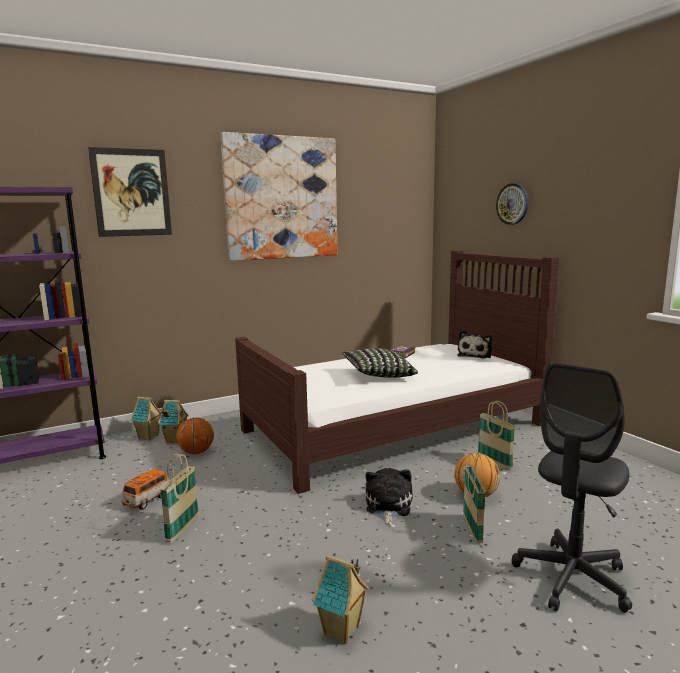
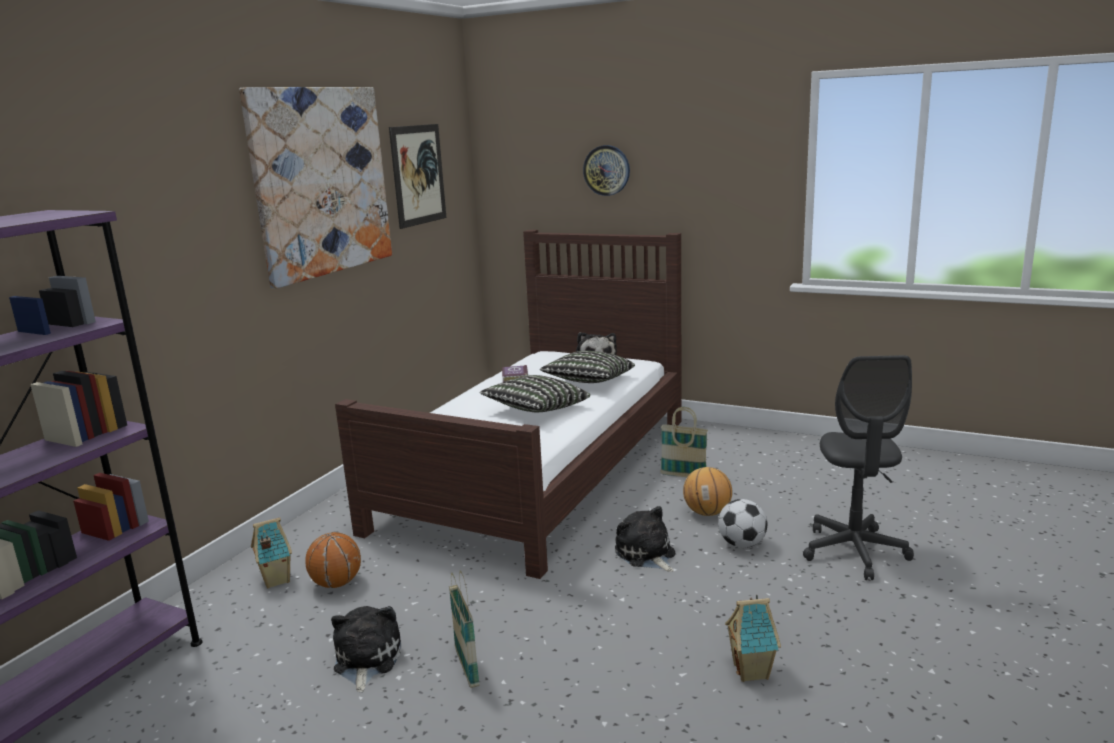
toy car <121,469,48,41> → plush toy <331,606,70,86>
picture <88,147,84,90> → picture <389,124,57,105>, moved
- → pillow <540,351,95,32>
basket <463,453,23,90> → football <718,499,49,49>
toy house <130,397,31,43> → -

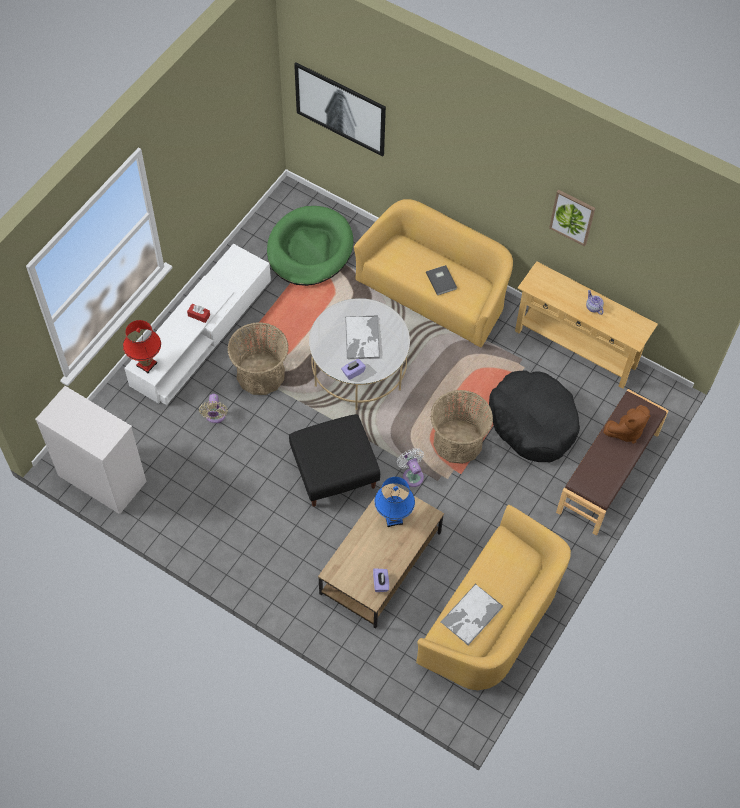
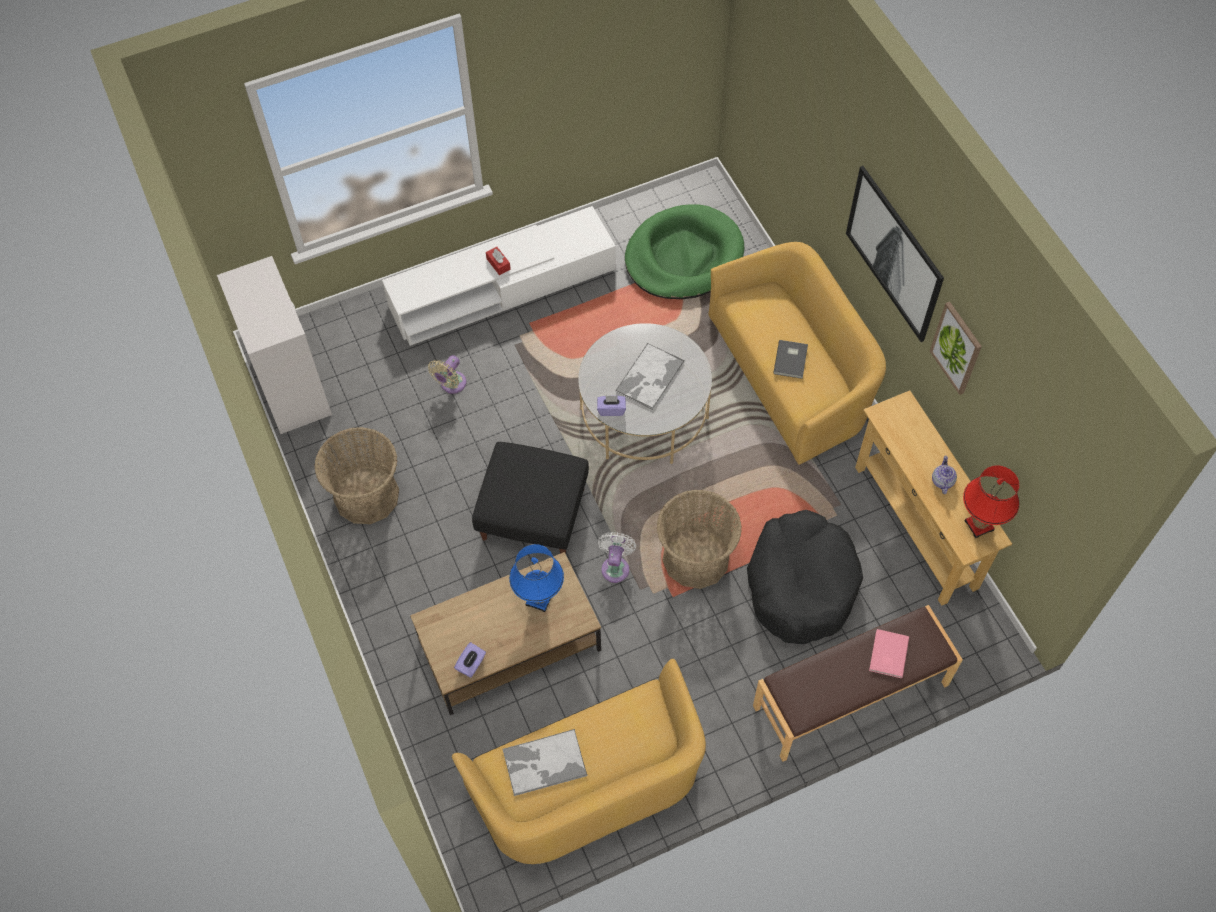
basket <227,322,62,73> → basket <314,427,85,97>, moved
picture <294,62,92,95> → picture <846,166,98,176>, moved
brown plush toy <603,405,48,39> → pink book <869,629,40,49>
red table lamp <123,320,38,53> → red table lamp <963,465,56,73>, moved

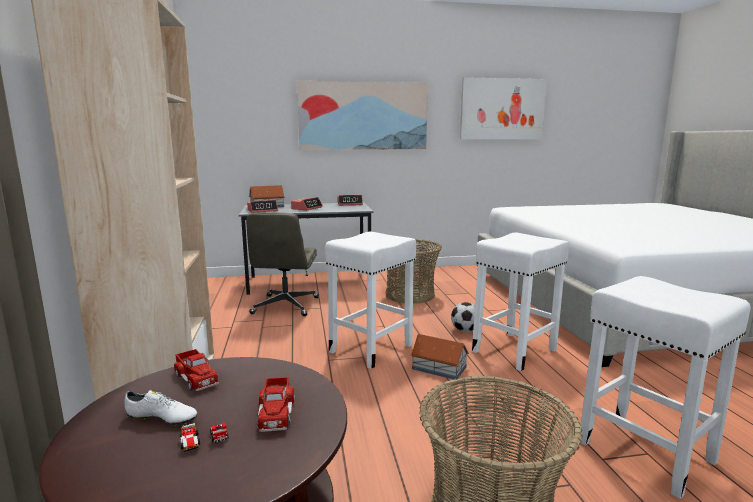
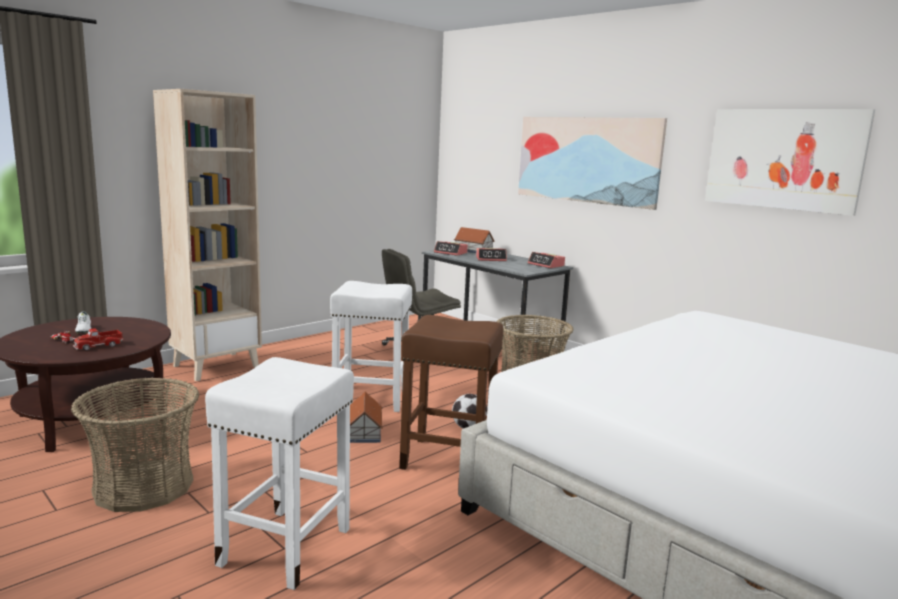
white stool <472,233,97,138> → brown stool <399,315,104,155>
toy truck <174,349,45,42> → -

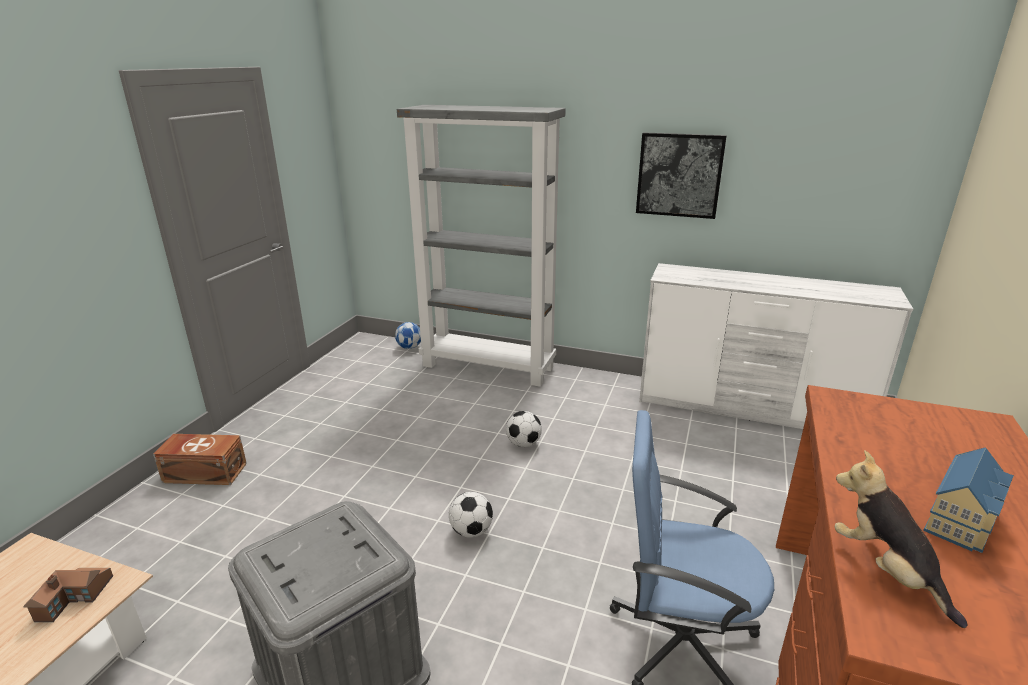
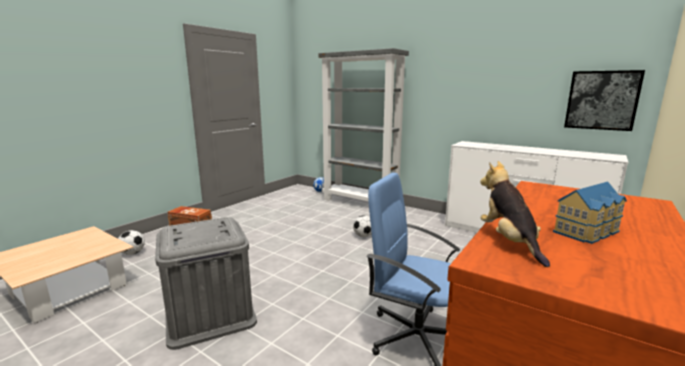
football <449,492,44,46> → football <118,230,27,25>, moved
picture <636,132,91,87> → picture <564,70,81,61>, moved
toy house <23,568,90,54> → -

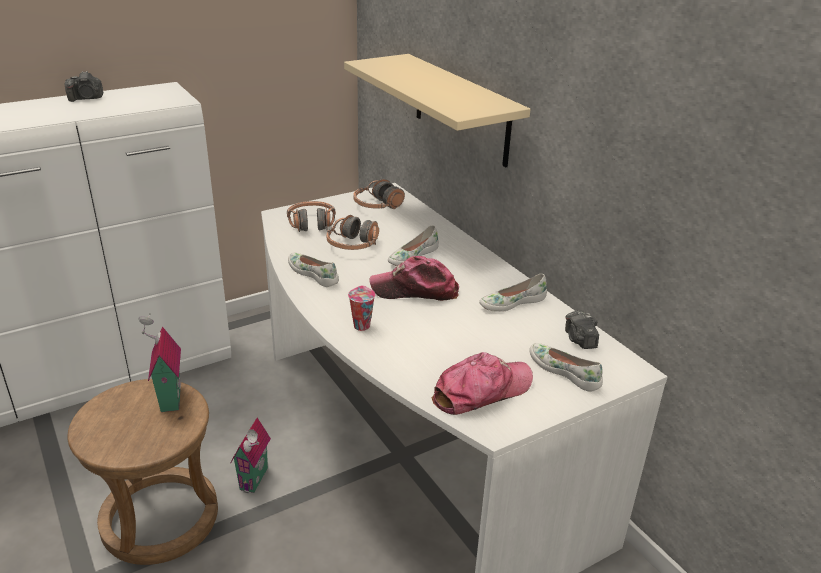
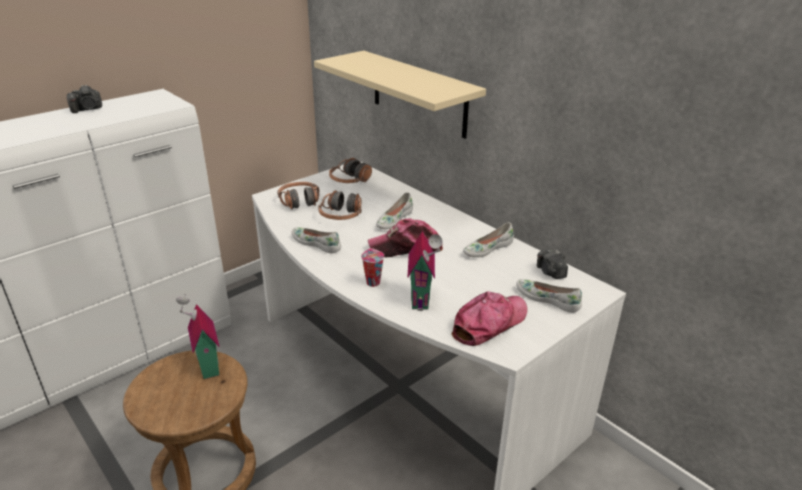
toy house <230,417,41,76> → toy house <407,231,36,80>, moved

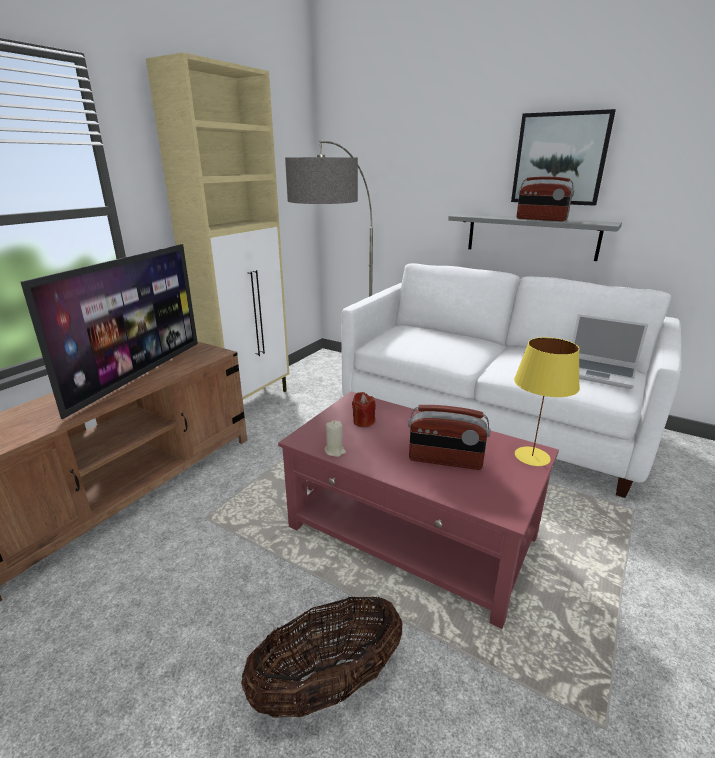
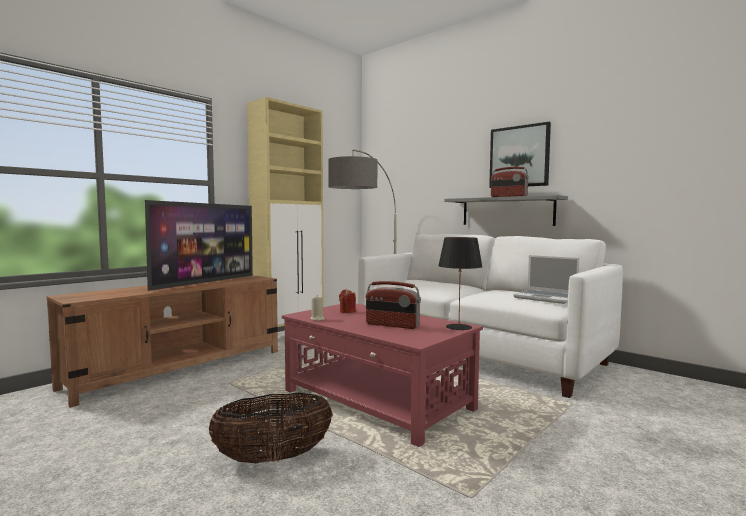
yellow table lamp <514,337,66,129> → black table lamp <438,237,45,93>

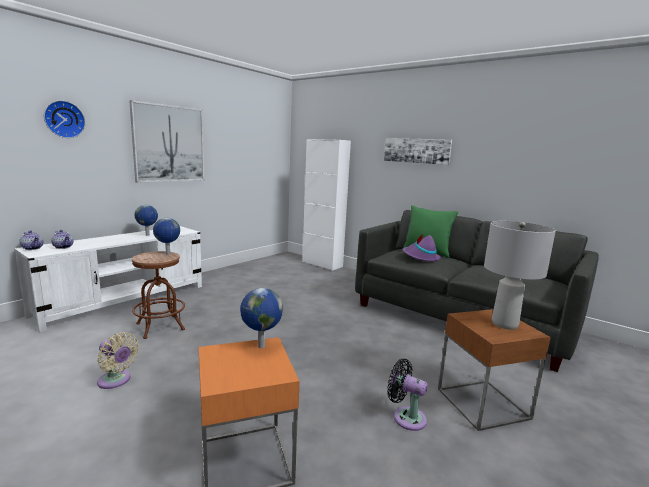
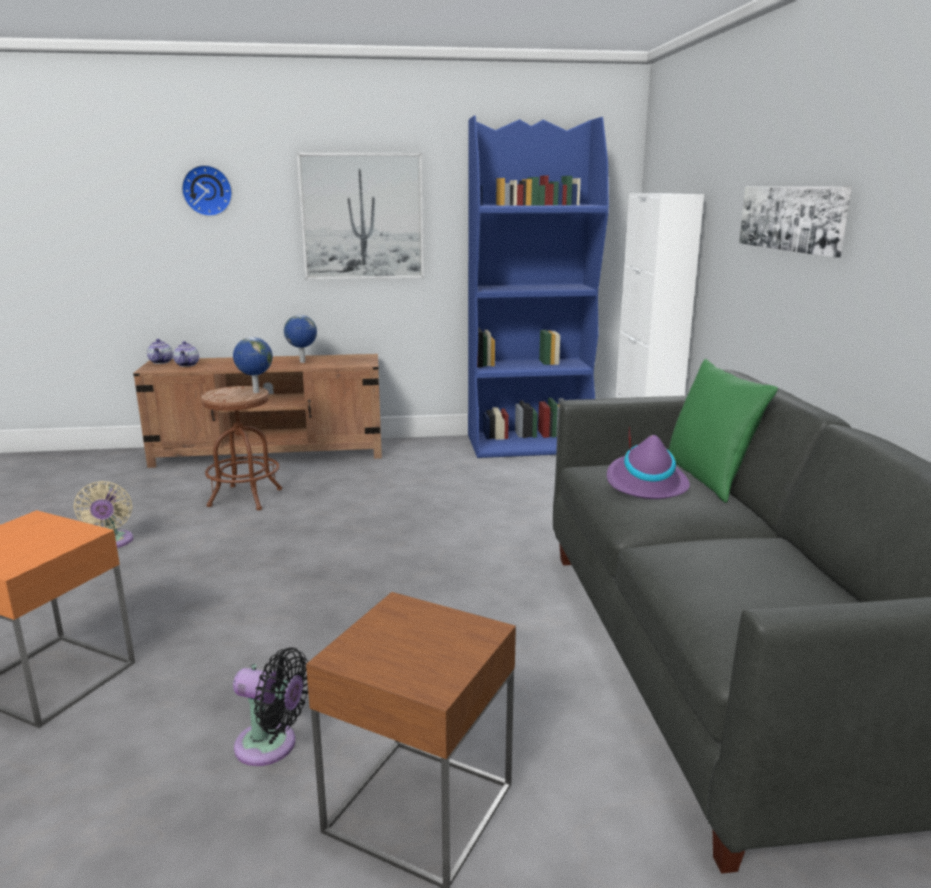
white tv stand <14,226,188,106> → brown tv stand <133,354,249,114>
black fan <387,359,41,72> → black fan <233,648,75,118>, 120 degrees clockwise
- → blue bookcase <468,115,141,343>
globe <240,288,43,60> → -
grey table lamp <484,221,72,109> → -

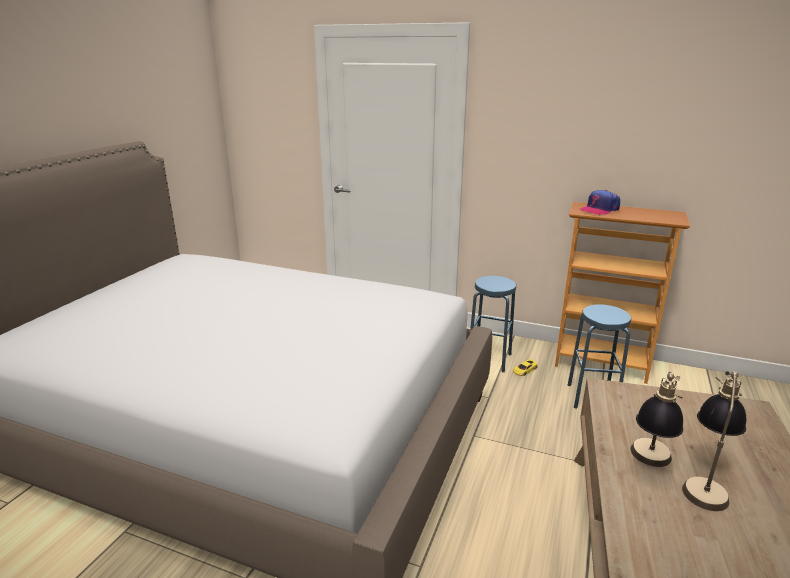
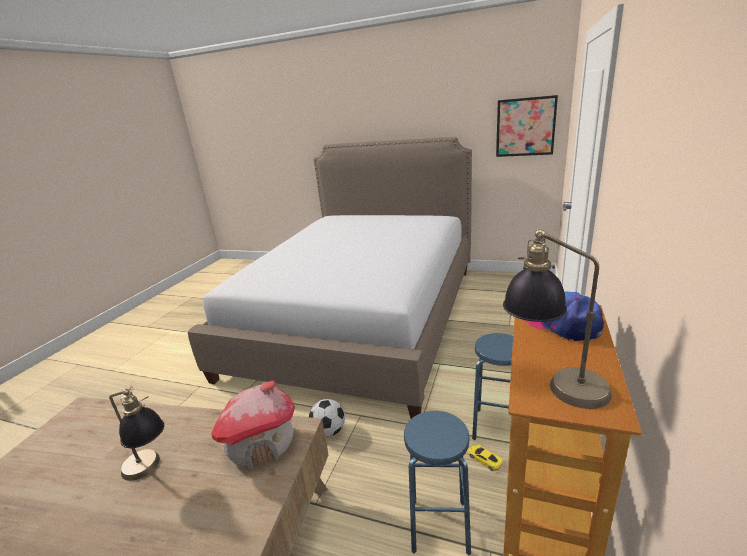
- → toy house <211,381,84,89>
- → football <309,399,36,38>
- → picture <496,95,62,62>
table lamp <631,372,52,95> → table lamp <503,229,109,180>, moved

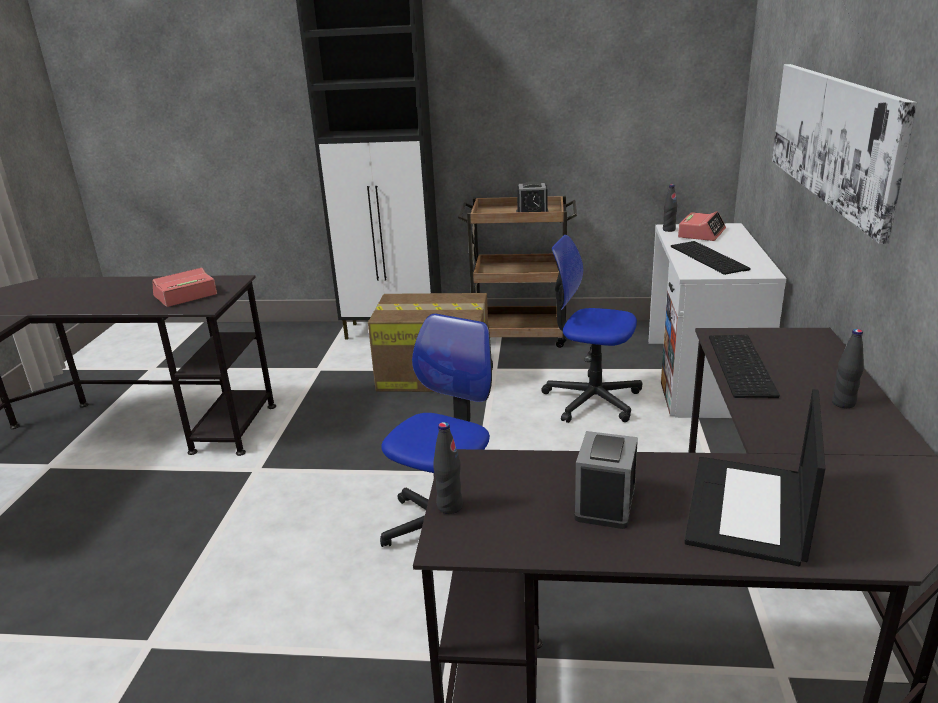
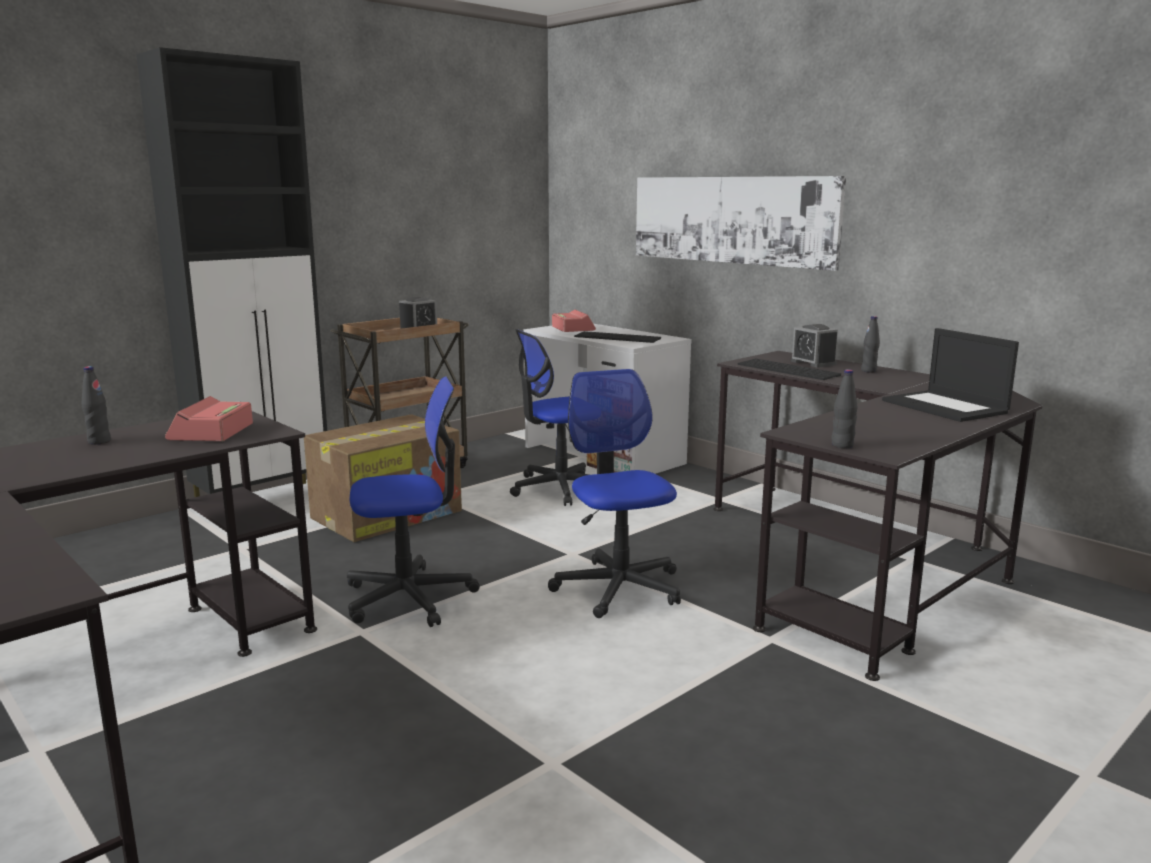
black bottle <663,184,14,48> → black bottle <81,366,30,79>, moved
- → office chair <347,376,133,251>
alarm clock <574,431,64,98> → alarm clock <790,324,48,43>, moved

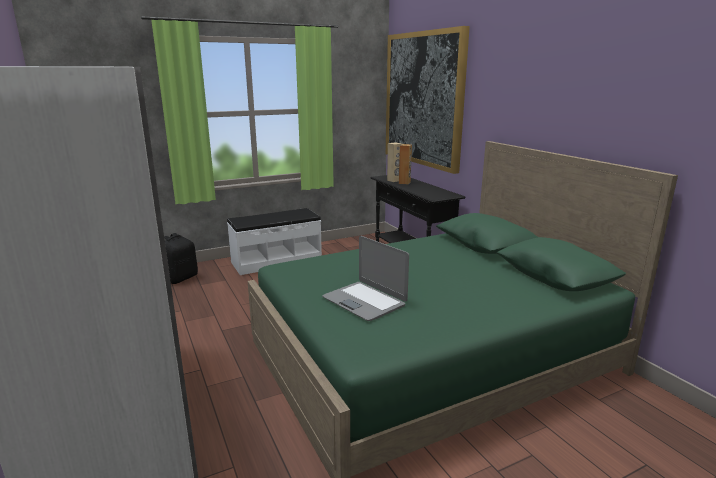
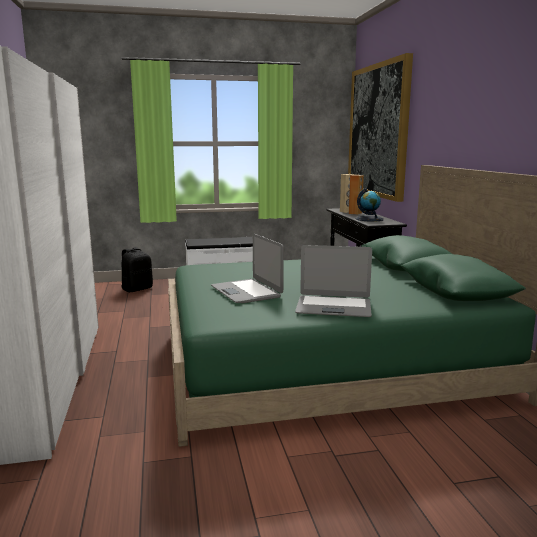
- → laptop <295,245,77,72>
- → globe <356,188,28,34>

